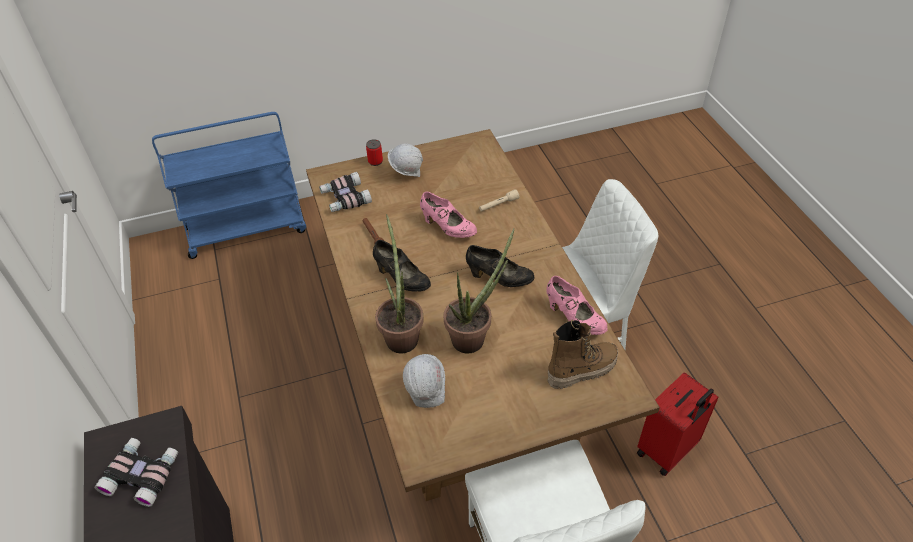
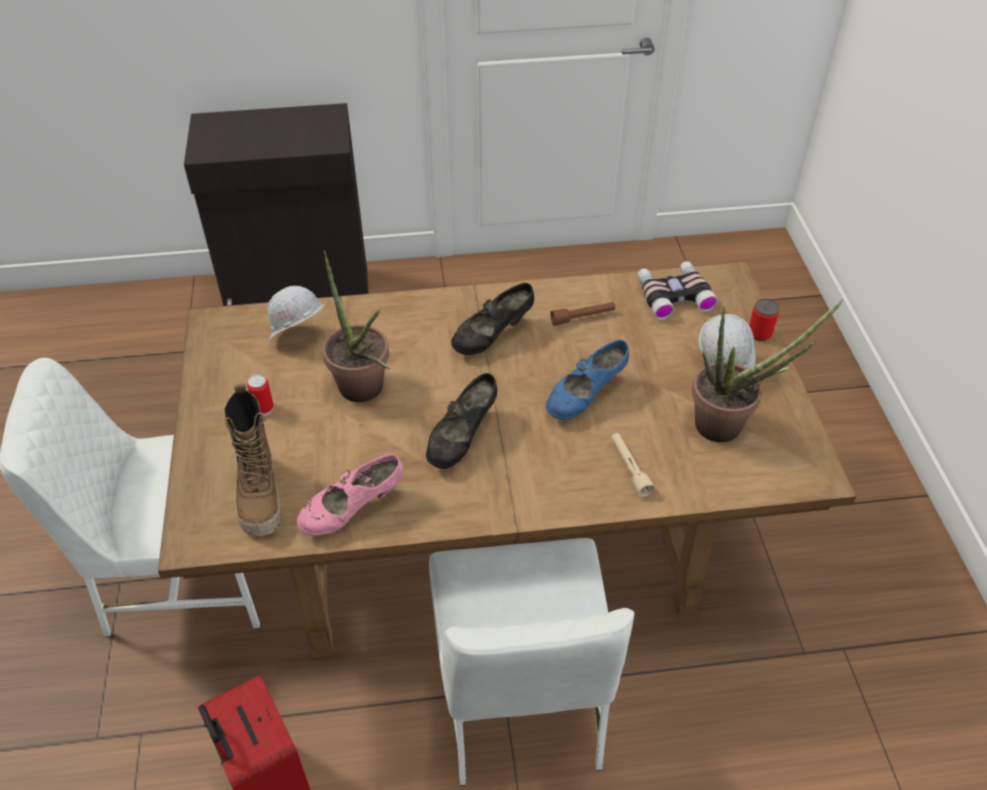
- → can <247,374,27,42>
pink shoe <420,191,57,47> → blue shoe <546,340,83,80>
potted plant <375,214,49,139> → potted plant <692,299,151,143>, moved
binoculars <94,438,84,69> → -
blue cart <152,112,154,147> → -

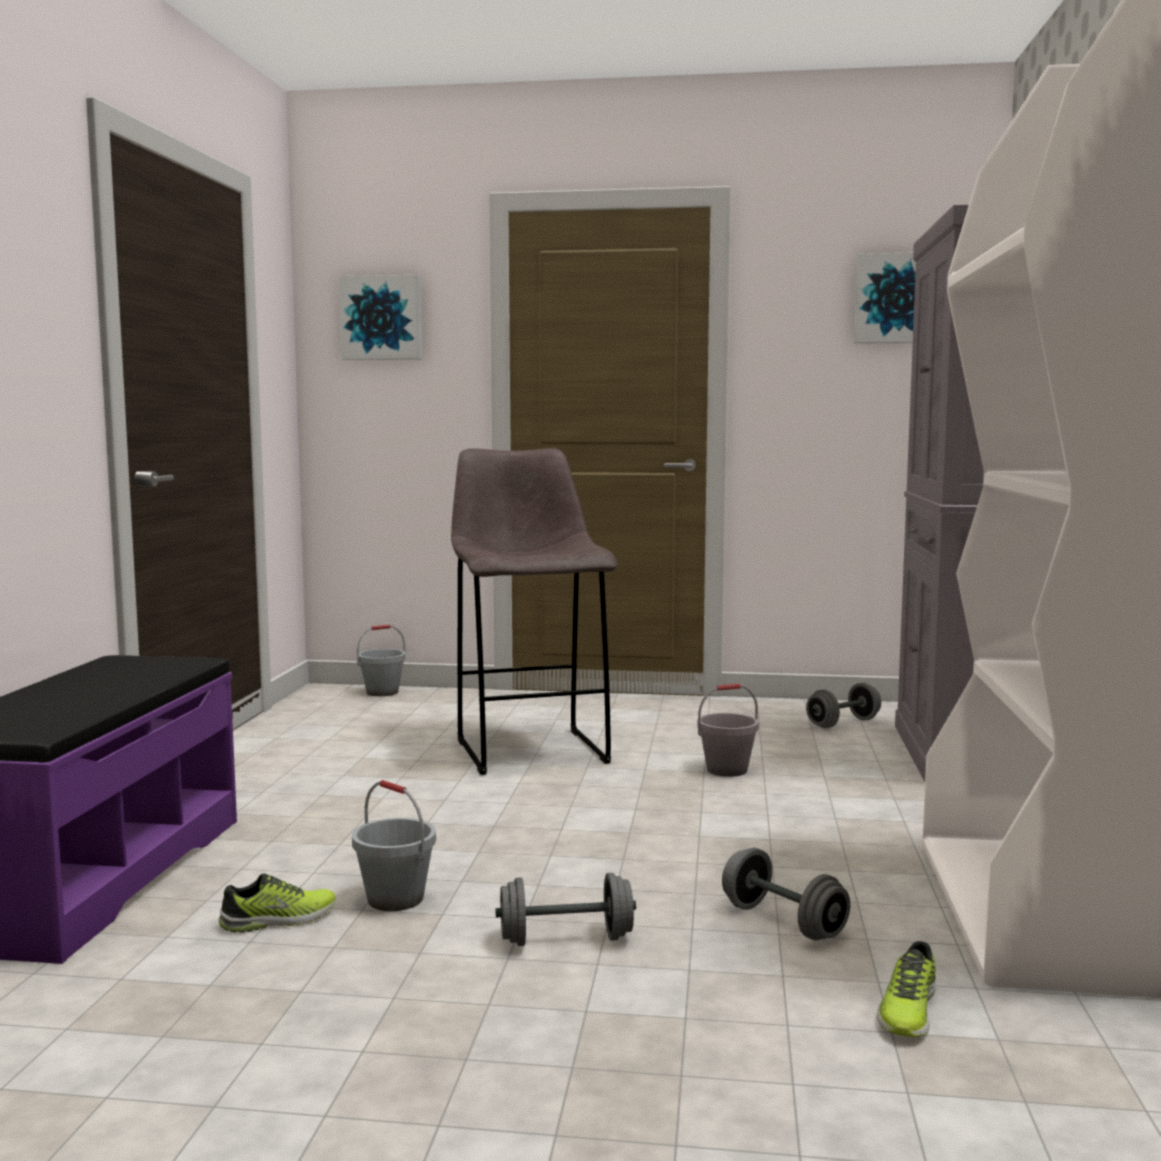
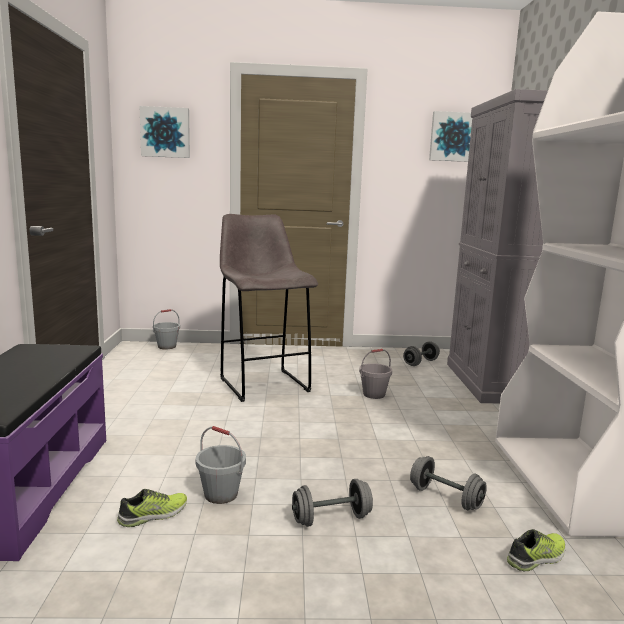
shoe <877,941,59,96> → shoe <507,529,58,43>, 135 degrees counterclockwise

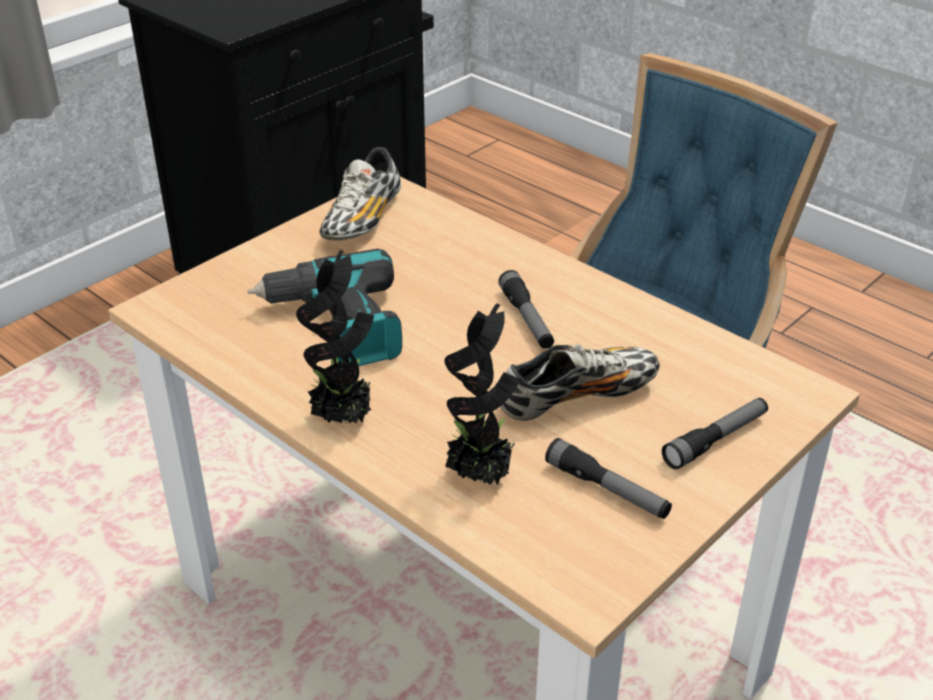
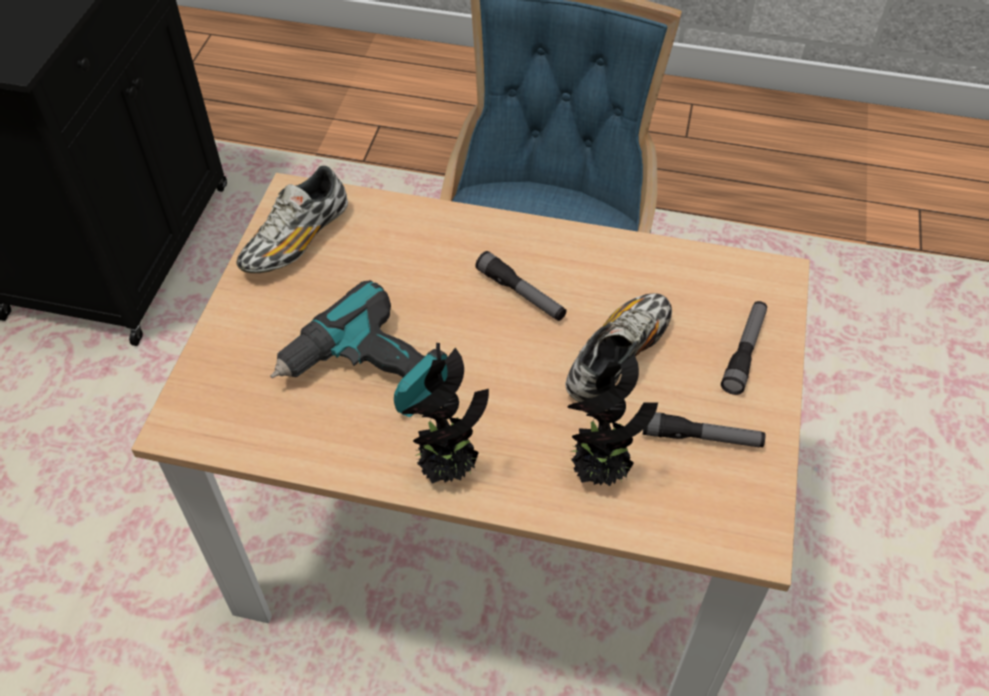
shoe <319,147,82,93> → shoe <236,166,112,107>, 45 degrees clockwise

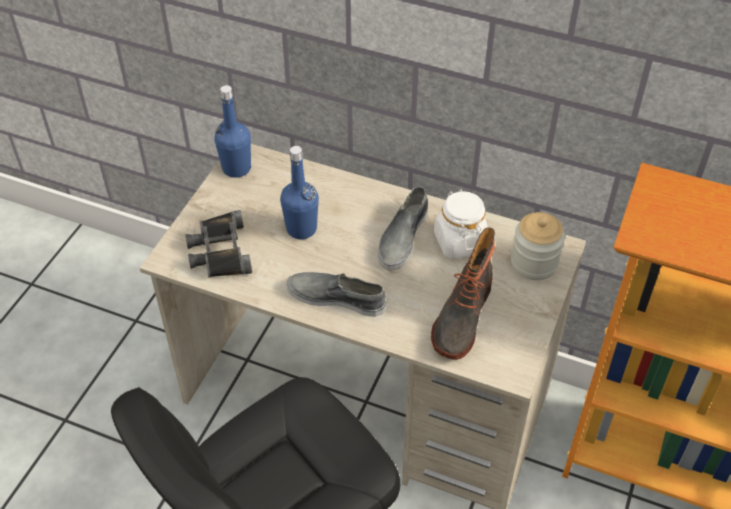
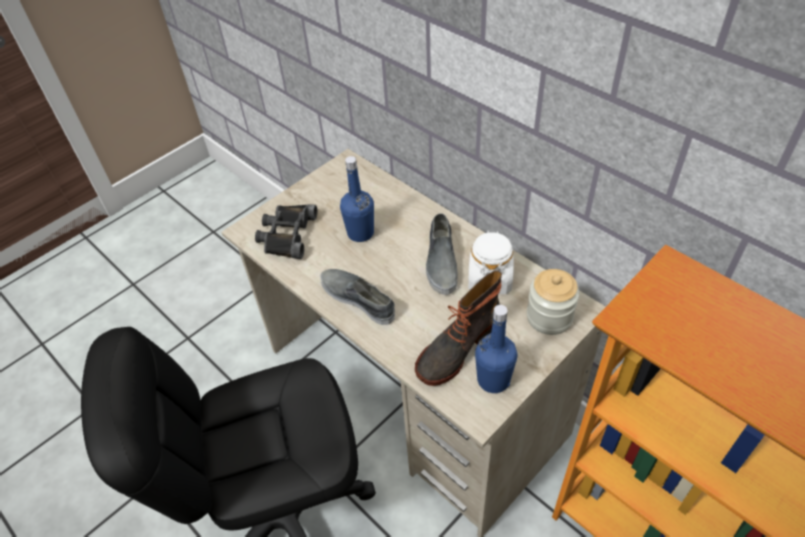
grey shoe <378,187,50,84> → grey shoe <426,213,31,82>, 45 degrees counterclockwise
blue bottle <214,85,37,93> → blue bottle <475,305,42,88>, moved

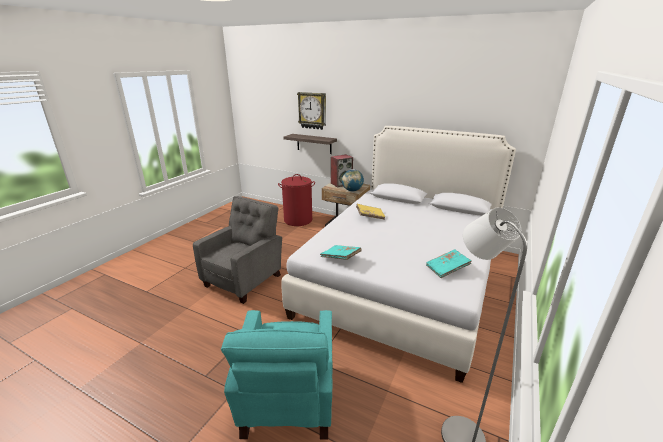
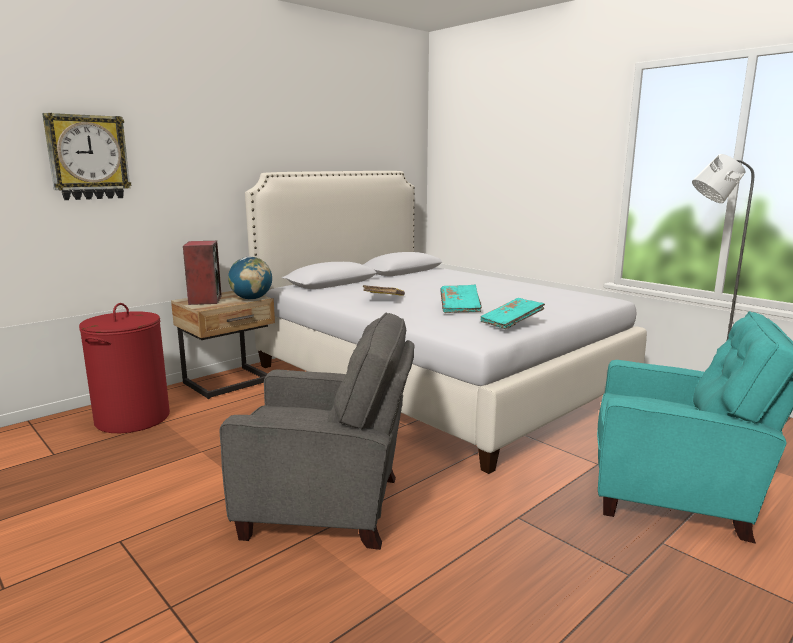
grey armchair <193,196,89,108> → grey armchair <219,312,196,238>, 135 degrees clockwise
turquoise book <426,250,46,28> → turquoise book <440,285,42,28>, moved
shelf <284,134,53,20> → -

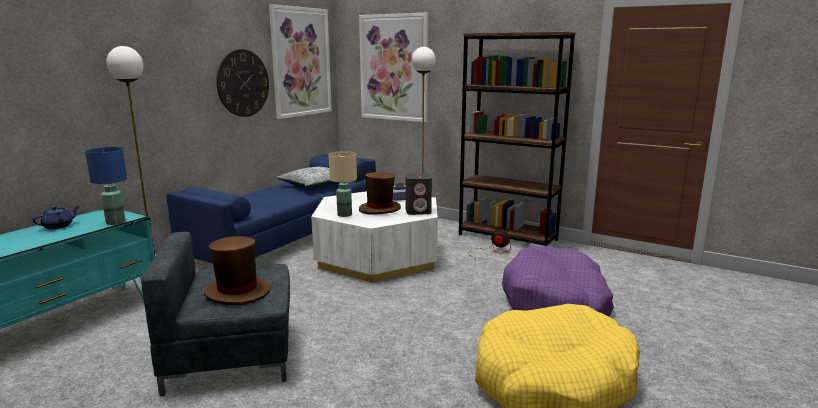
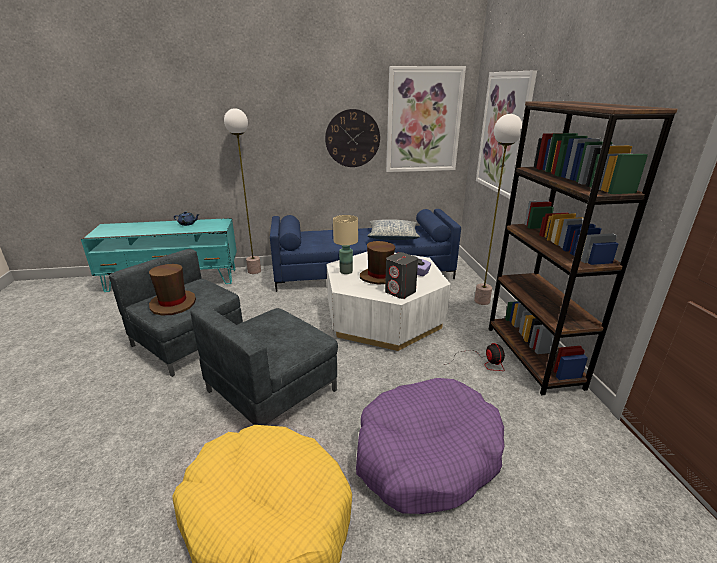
- → grey armchair <190,305,148,121>
blue table lamp <85,147,42,78> → -

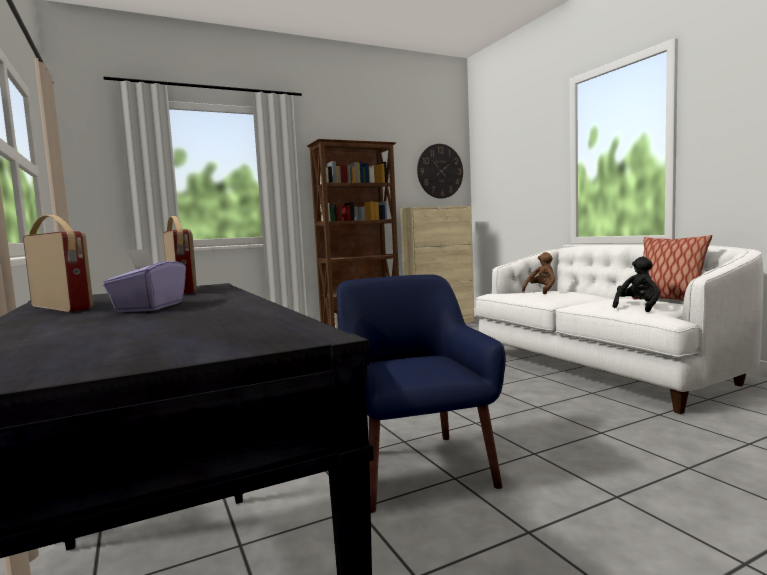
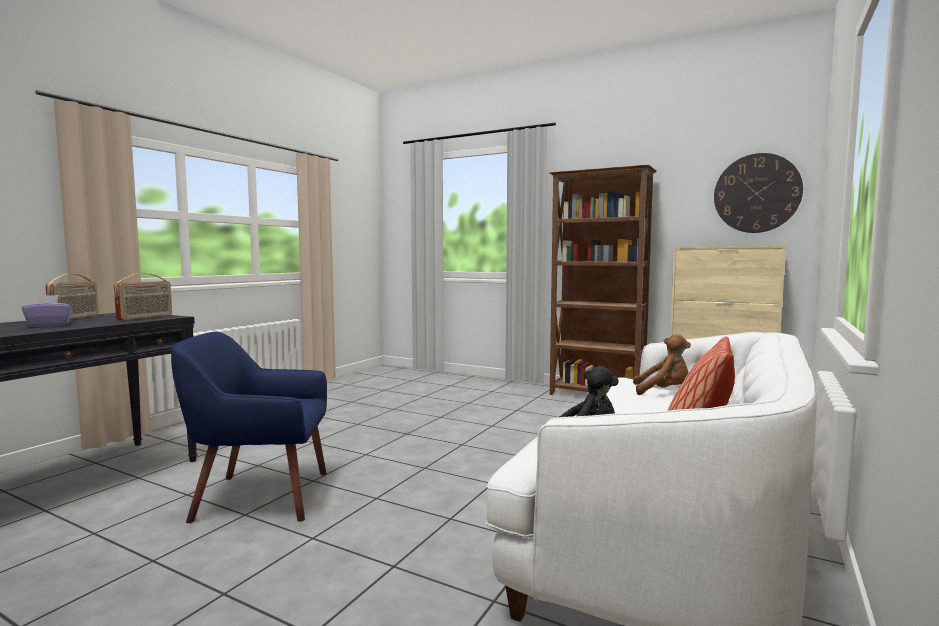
blue armchair <336,274,170,239> → blue armchair <171,332,156,191>, 135 degrees counterclockwise

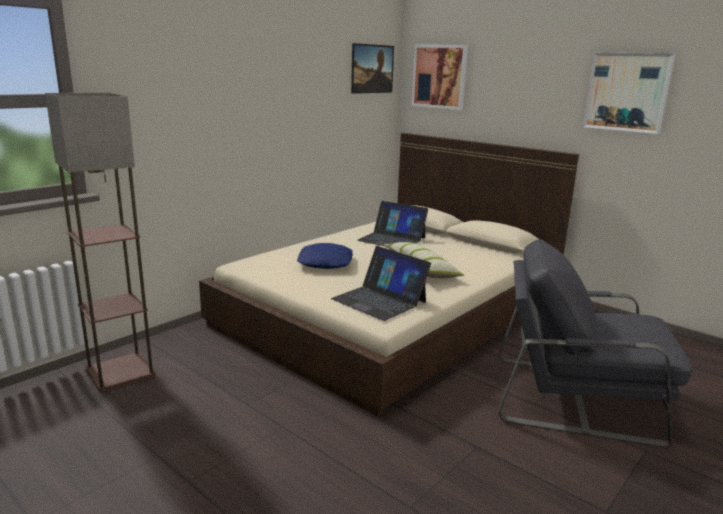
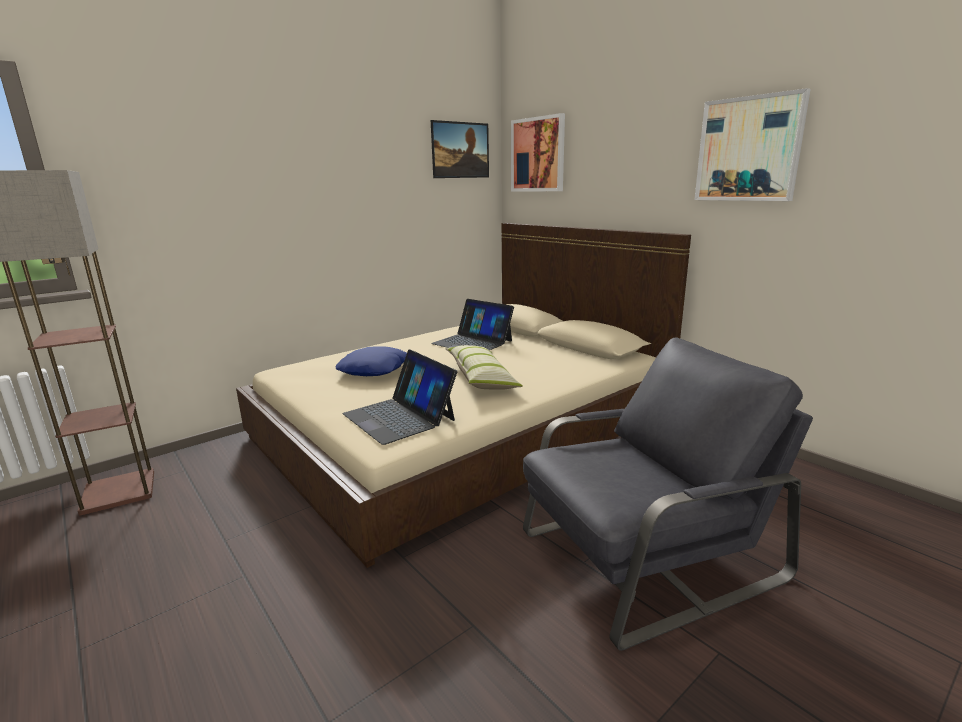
grey armchair <499,239,194,209> → grey armchair <523,338,290,313>, 135 degrees clockwise

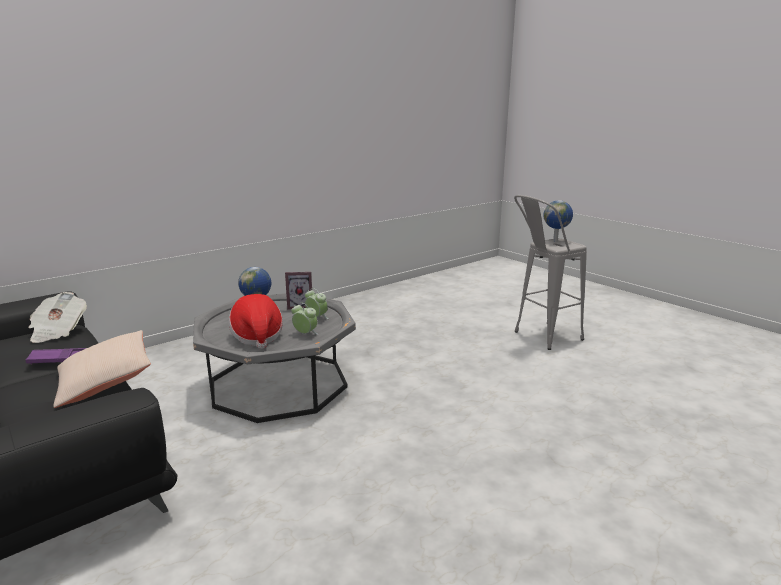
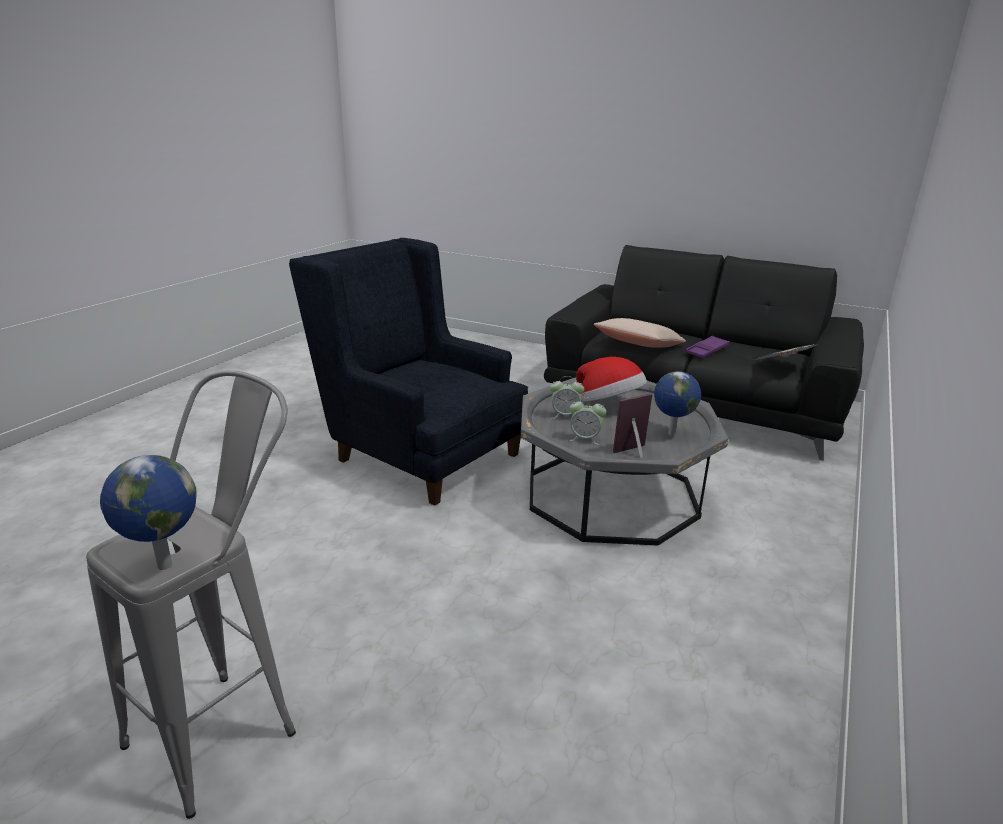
- → blue armchair <289,238,239,268>

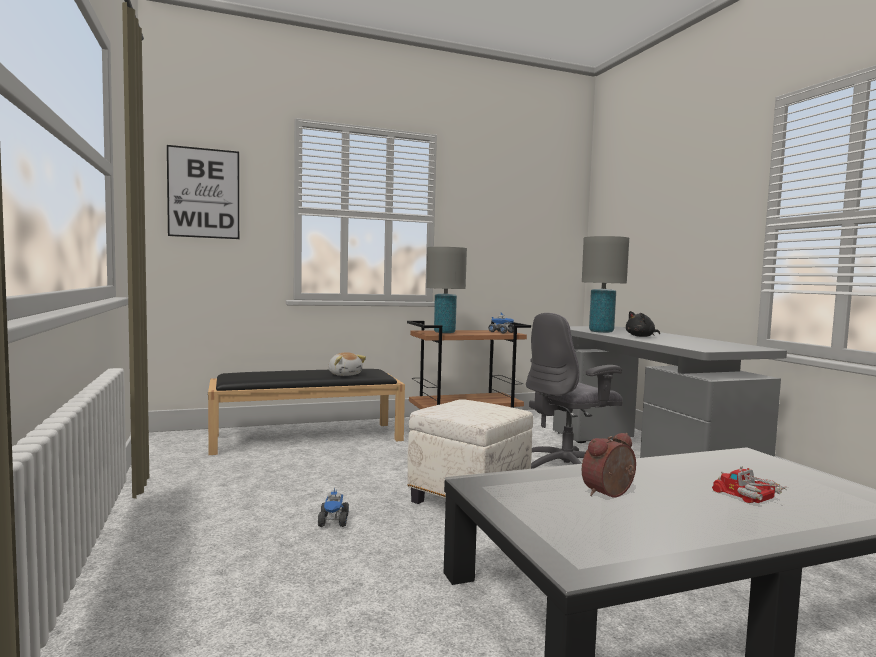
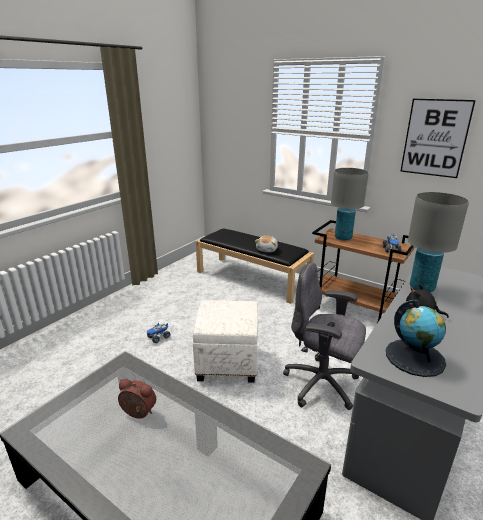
- → globe <386,300,60,77>
picture <167,145,72,94> → picture <400,99,76,79>, moved
toy truck <712,466,76,37> → -

